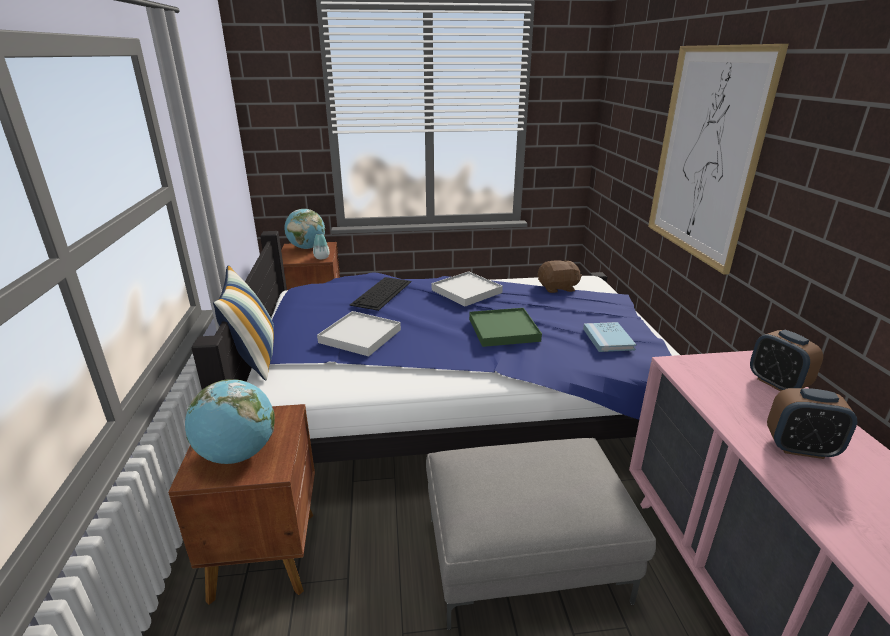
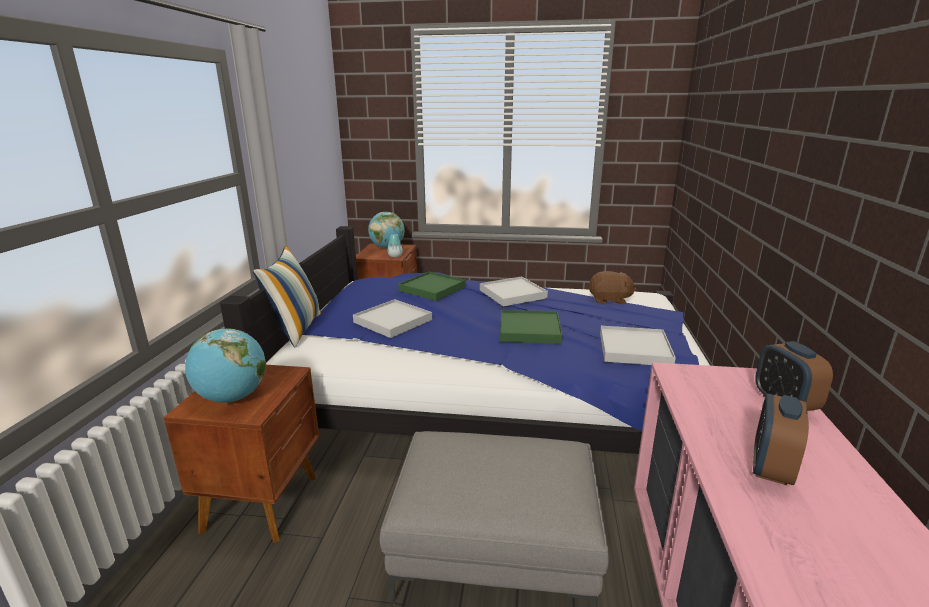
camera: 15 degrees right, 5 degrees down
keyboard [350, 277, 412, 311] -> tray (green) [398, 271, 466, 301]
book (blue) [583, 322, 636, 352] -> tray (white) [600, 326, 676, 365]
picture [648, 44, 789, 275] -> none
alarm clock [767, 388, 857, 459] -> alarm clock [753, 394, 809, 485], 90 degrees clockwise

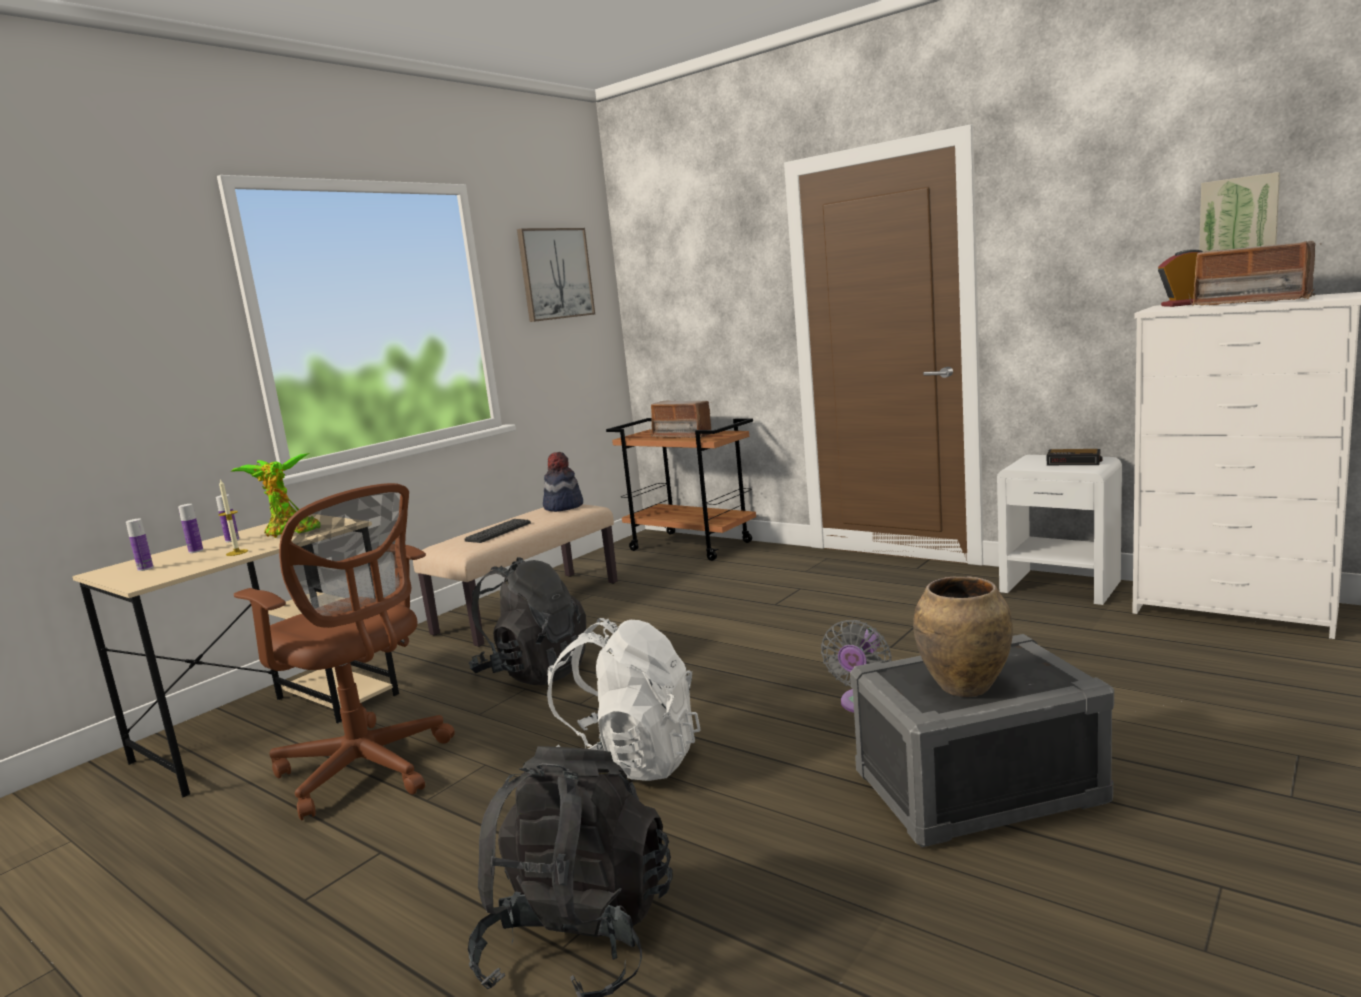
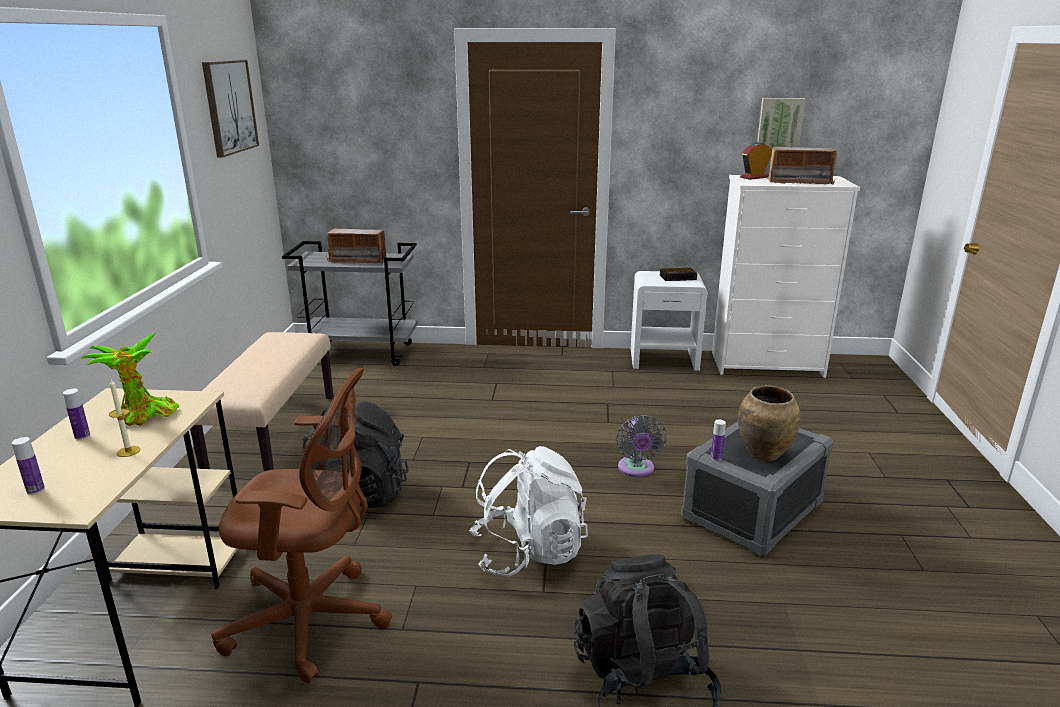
camera: 35 degrees left, 10 degrees up
bottle [178, 504, 203, 553] -> bottle [711, 420, 726, 461], moved
keyboard [465, 519, 531, 543] -> none
hat [543, 452, 583, 512] -> none
cart (brown) [606, 418, 756, 561] -> cart (grey) [282, 241, 418, 366]

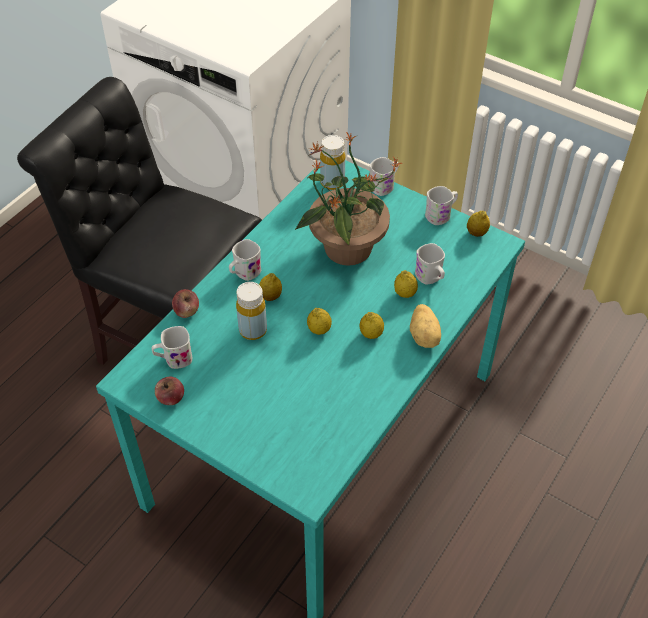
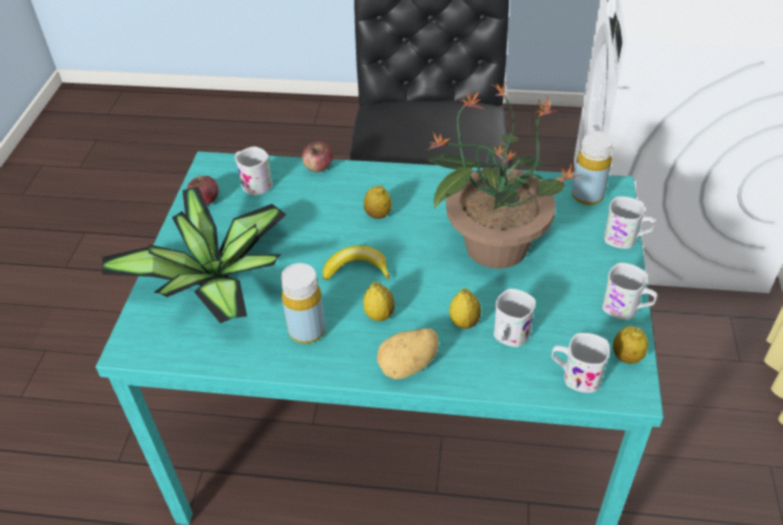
camera: 65 degrees right, 5 degrees down
mug (white) [229, 239, 261, 281] -> mug (white) [552, 333, 610, 393], moved
bottle (yellow) [236, 282, 267, 340] -> bottle (yellow) [281, 263, 326, 344], moved
lemon [307, 308, 332, 335] -> banana [323, 245, 390, 280]
none -> potted plant [102, 187, 287, 324]

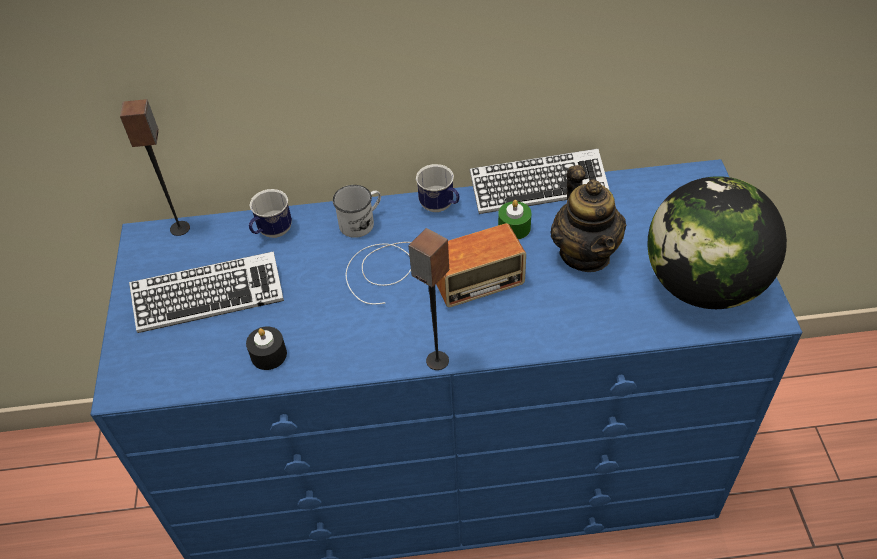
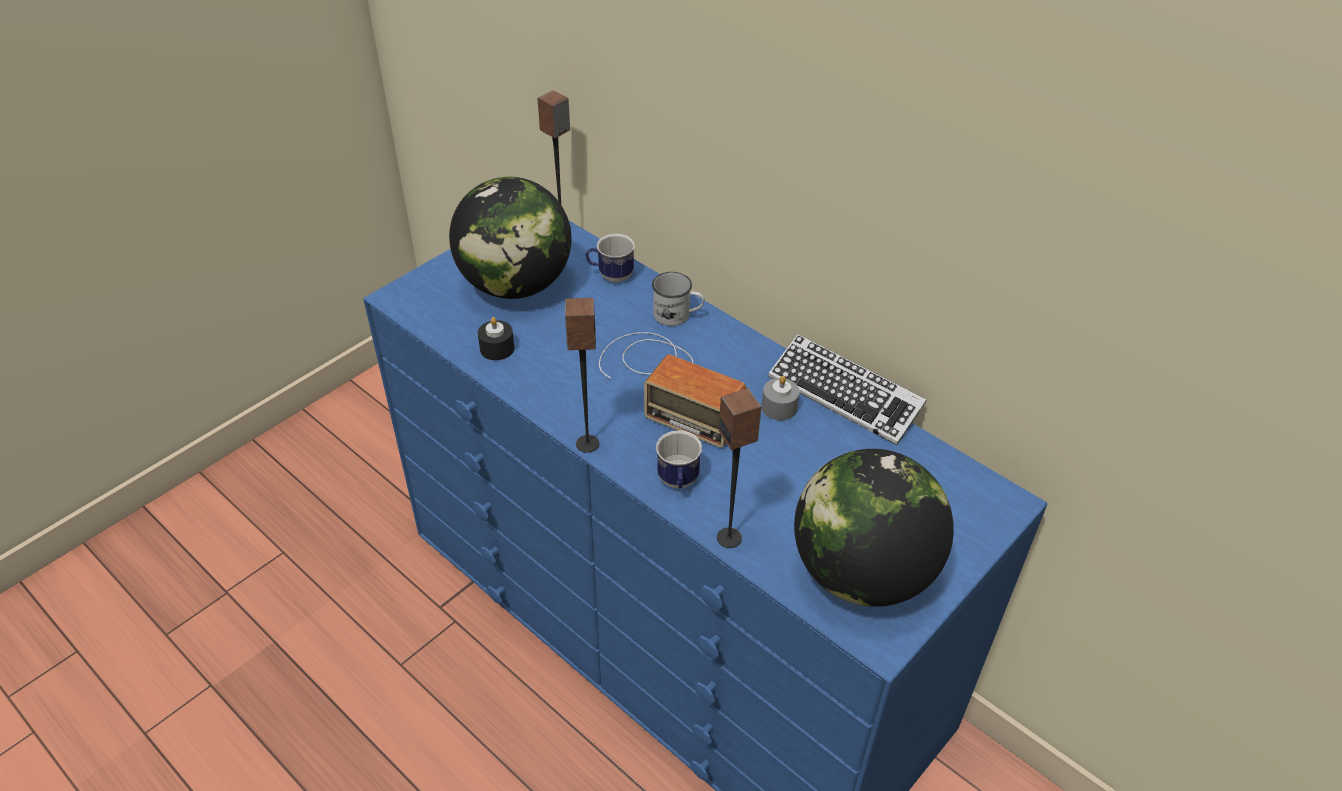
camera: 45 degrees right, 5 degrees down
keyboard [129, 251, 284, 333] -> globe [449, 177, 571, 299]
mug [416, 164, 460, 212] -> mug [656, 430, 702, 488], moved
candle (green) [498, 200, 531, 240] -> candle (grey) [762, 376, 800, 420]
teapot [551, 165, 627, 272] -> none
none -> speaker [717, 388, 762, 548]

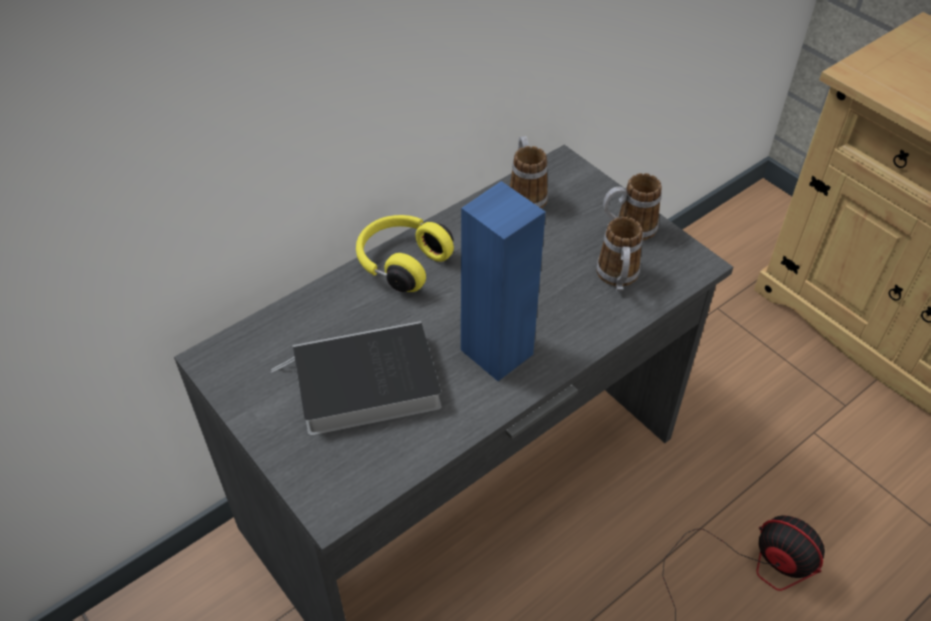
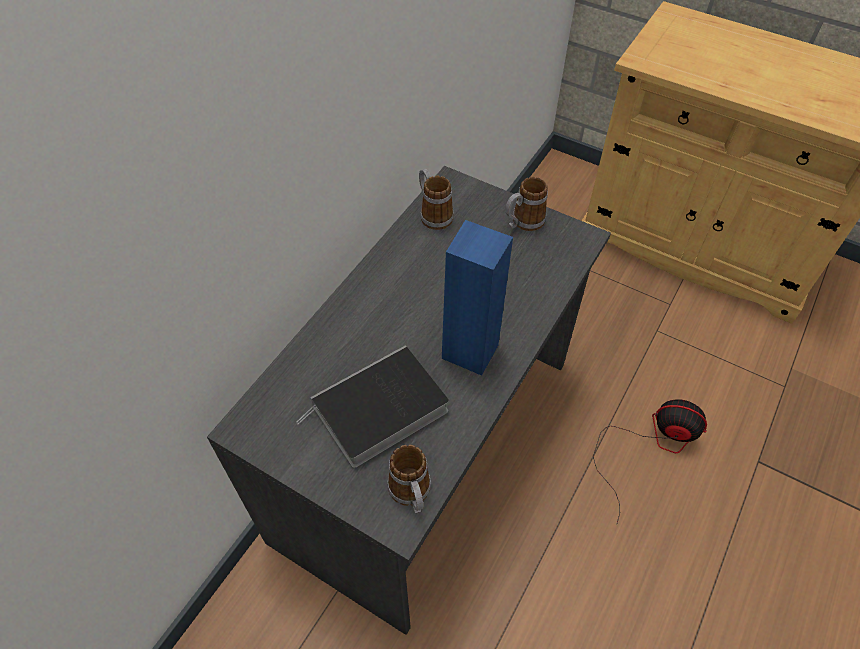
camera: 20 degrees left, 5 degrees up
headphones (yellow) [356, 215, 454, 292] -> none
mug [596, 217, 643, 291] -> mug [387, 445, 431, 514], moved

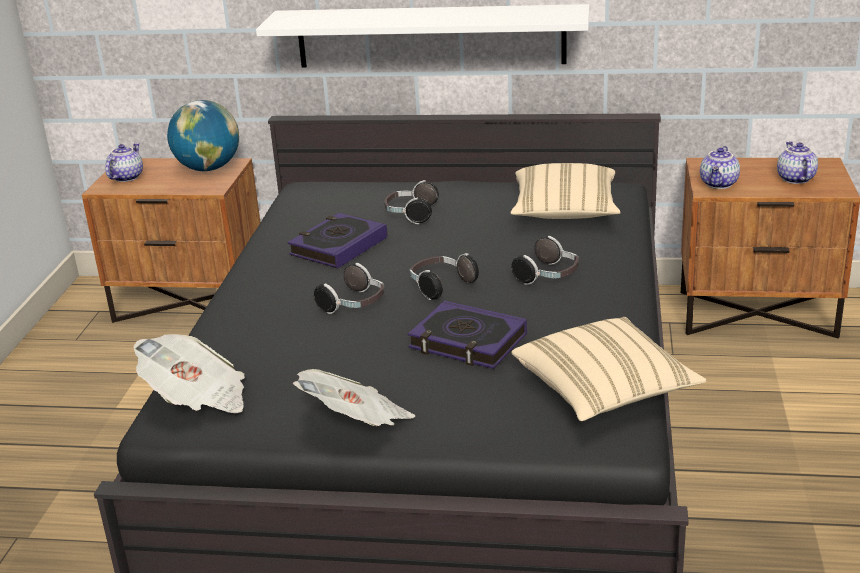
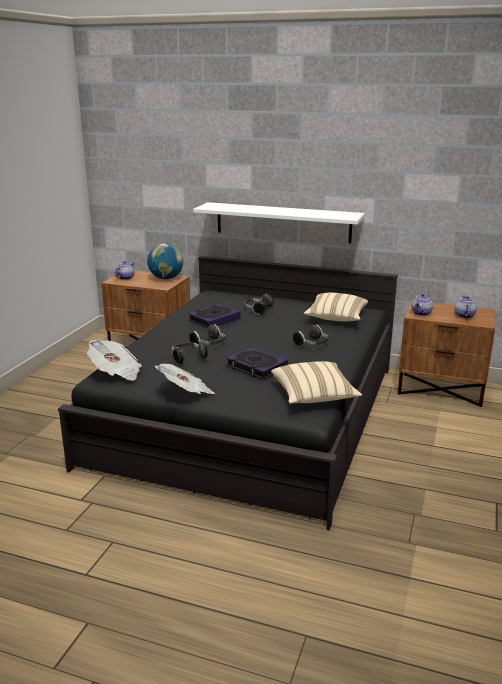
camera: 10 degrees right, 5 degrees down
headphones [410, 253, 479, 300] -> headphones [172, 342, 208, 364], moved

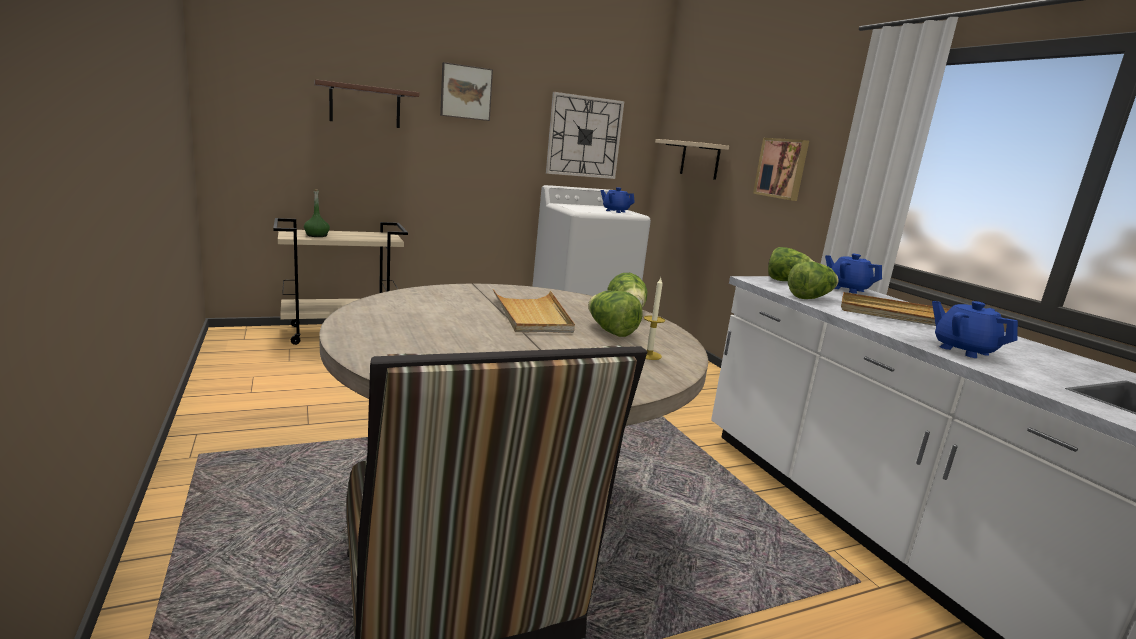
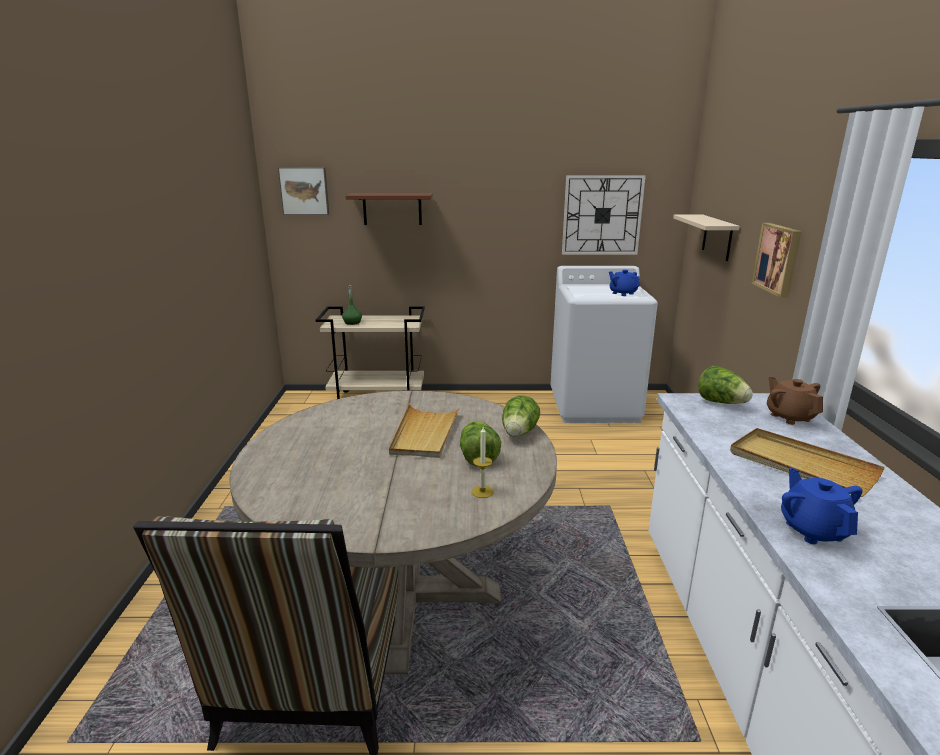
camera: 25 degrees right, 5 degrees up
picture [440, 62, 493, 121] -> picture [278, 167, 329, 215], moved
lettuce [788, 261, 839, 299] -> none
teapot (blue) [825, 254, 882, 294] -> teapot (brown) [767, 376, 823, 425]

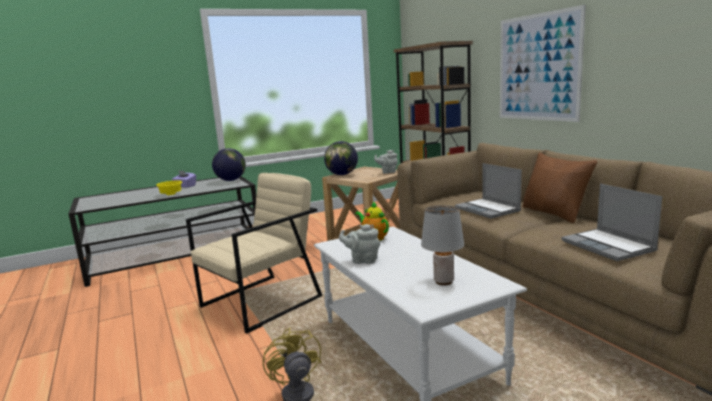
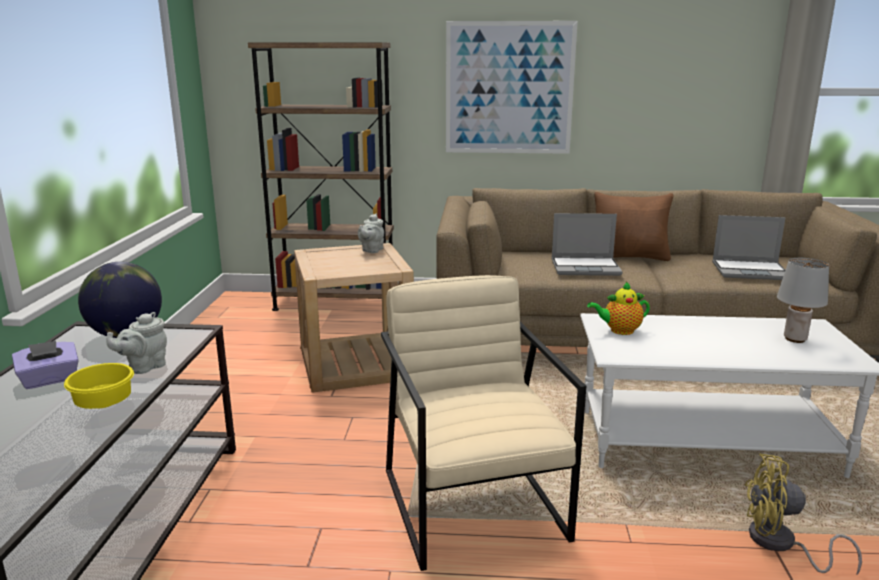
camera: 60 degrees left, 5 degrees up
globe [324, 141, 358, 175] -> none
teapot (grey) [339, 224, 380, 264] -> teapot (grey) [107, 312, 167, 374], moved

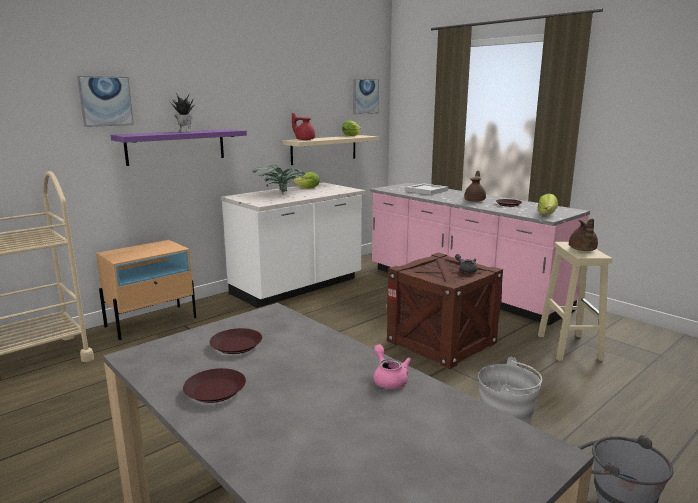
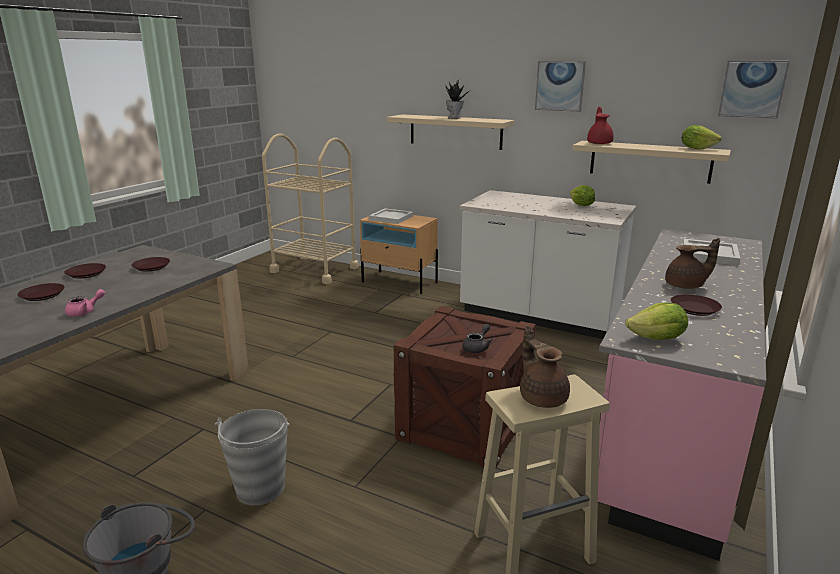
camera: 70 degrees right, 5 degrees up
picture [77, 76, 134, 127] -> picture [535, 61, 586, 112], moved
shelf (purple) [111, 129, 247, 166] -> shelf (beige) [387, 114, 514, 150]
potted plant [253, 165, 306, 193] -> none
teapot (brown) [569, 219, 598, 251] -> teapot (brown) [520, 325, 570, 408], 75 degrees clockwise
none -> plate (brown) [18, 283, 64, 301]
none -> tray (white) [369, 208, 413, 224]

